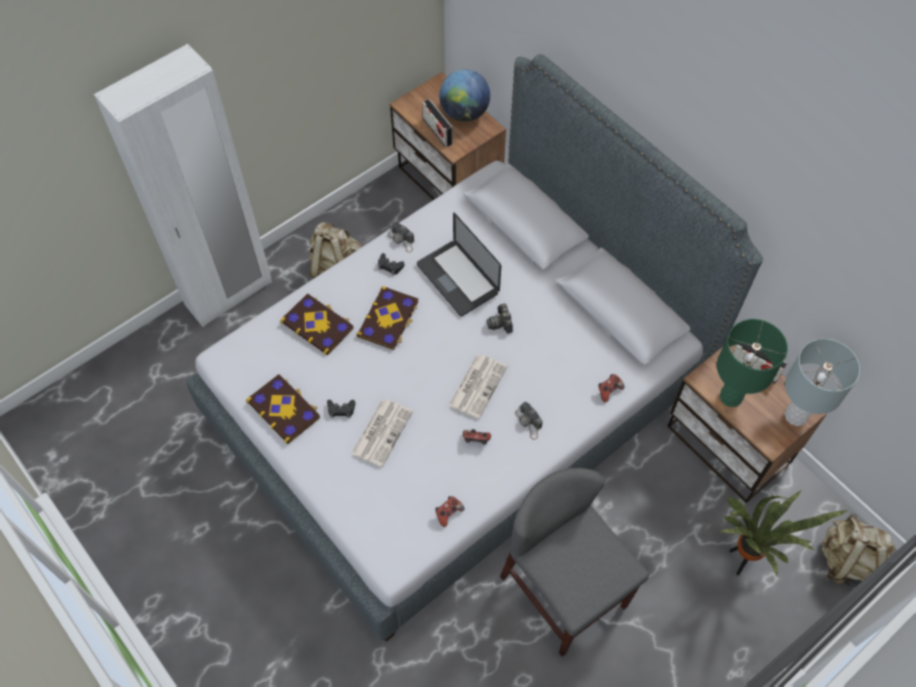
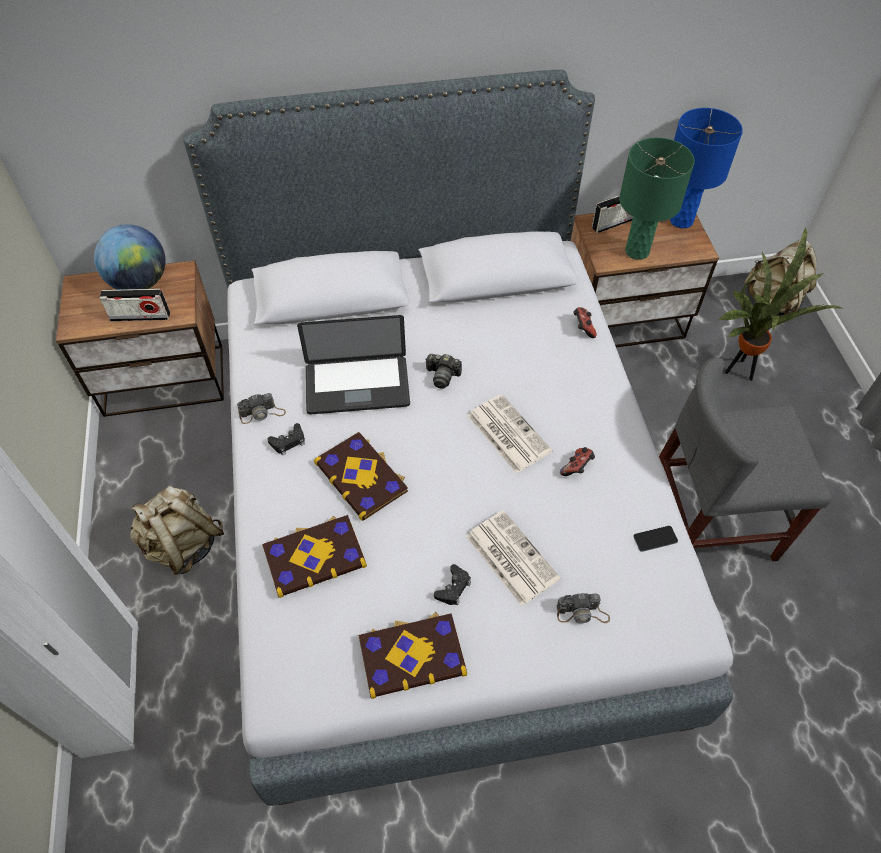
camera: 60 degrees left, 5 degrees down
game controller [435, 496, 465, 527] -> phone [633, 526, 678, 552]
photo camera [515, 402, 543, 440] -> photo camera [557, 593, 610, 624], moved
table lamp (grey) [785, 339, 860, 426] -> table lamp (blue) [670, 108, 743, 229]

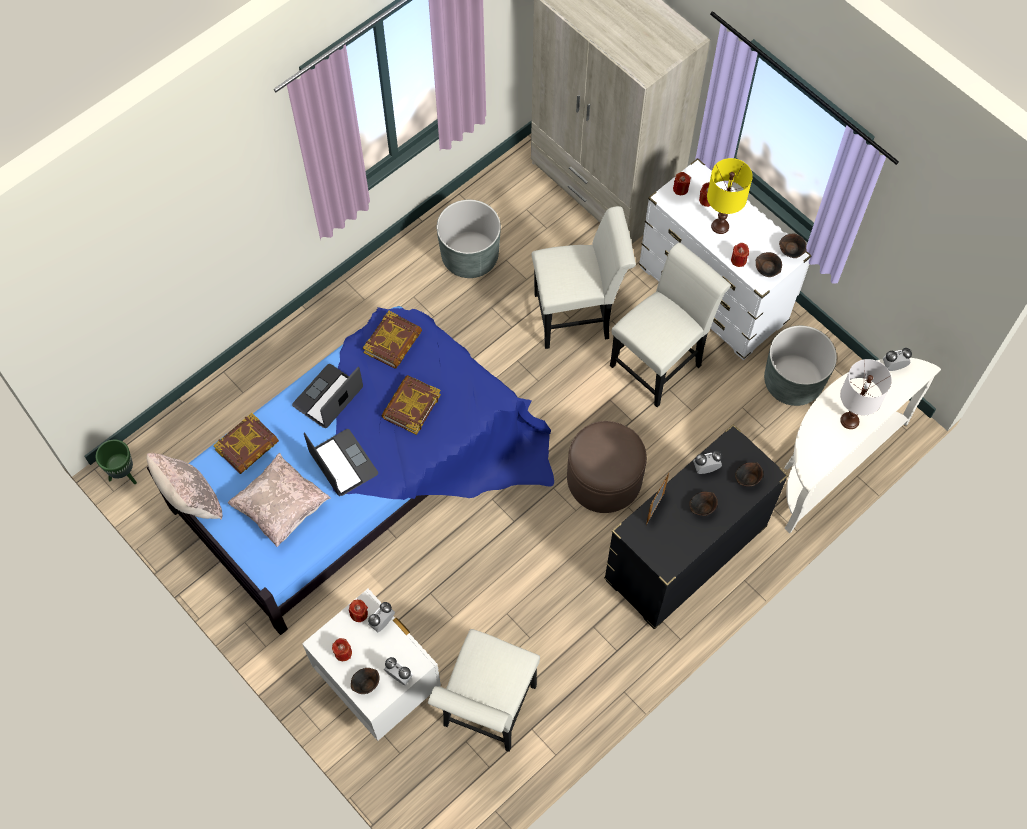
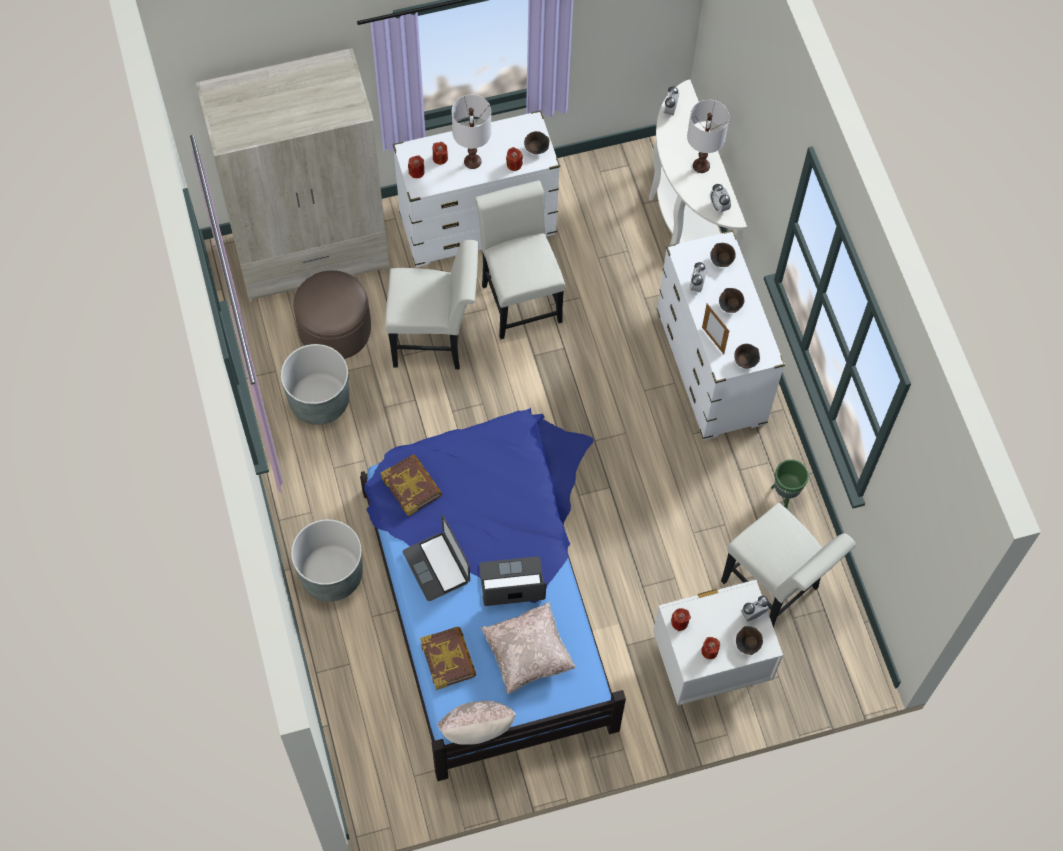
camera: 65 degrees left, 0 degrees up
planter (green) [96, 440, 137, 484] -> planter (green) [771, 459, 809, 509], moved
alarm clock [368, 602, 395, 632] -> alarm clock [710, 183, 731, 214], moved
book [381, 375, 441, 435] -> none
chair (white) [532, 206, 636, 349] -> chair (white) [385, 240, 478, 369], 75 degrees clockwise
ottoman (brown) [567, 421, 647, 513] -> ottoman (brown) [293, 270, 371, 359], moved
dresser (black) [604, 424, 789, 629] -> dresser (white) [657, 230, 785, 440]
table lamp (yellow) [707, 158, 753, 234] -> table lamp (white) [452, 95, 491, 169]
planter (grey) [764, 326, 837, 406] -> planter (grey) [291, 519, 363, 602], moved
bowl (brown) [779, 233, 806, 258] -> bowl (brown) [734, 344, 760, 369], moved

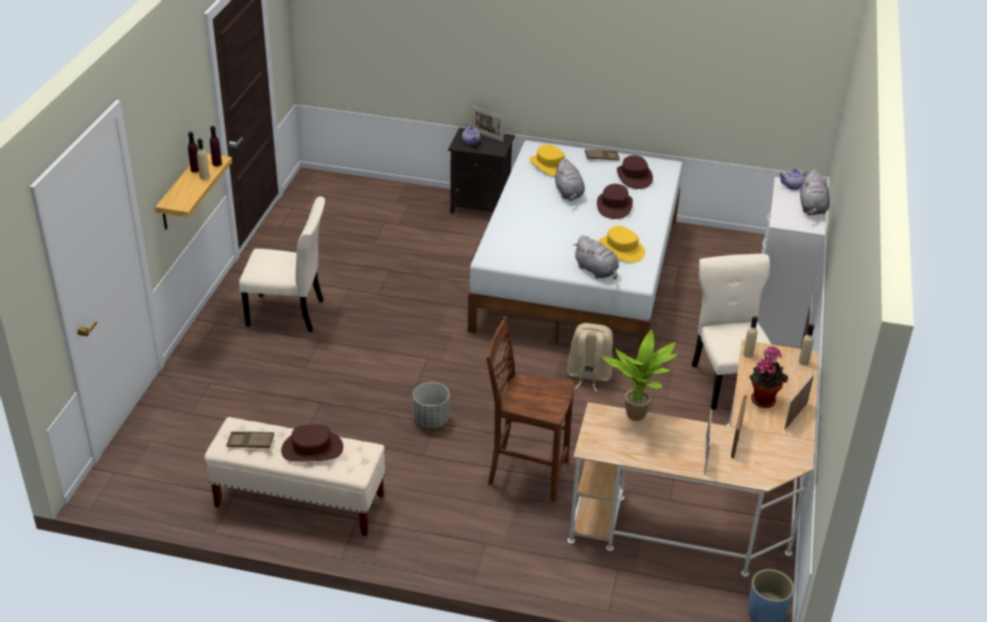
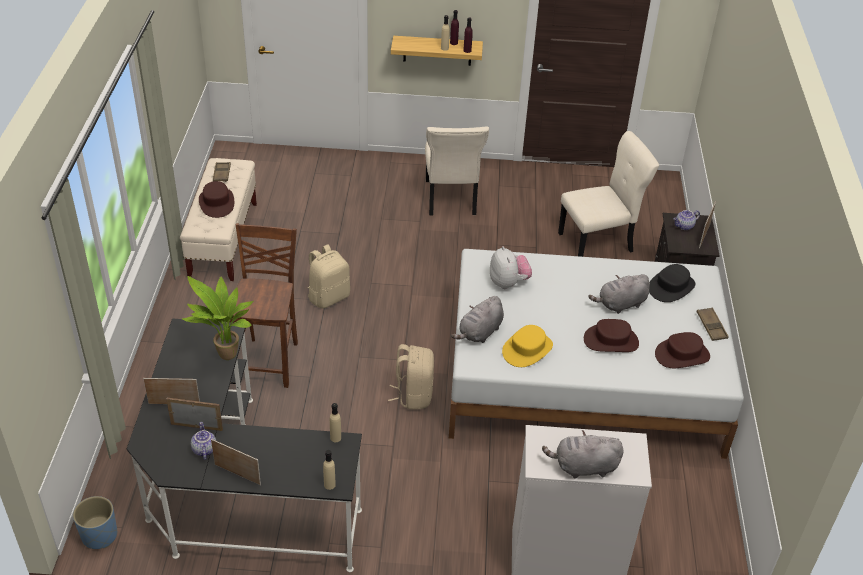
camera: 80 degrees right, 5 degrees up
planter (grey) [413, 382, 450, 428] -> backpack (beige) [307, 244, 350, 309]
hat (yellow) [529, 144, 565, 177] -> hat (black) [649, 264, 695, 302]
desk (beige) [567, 340, 819, 577] -> desk (black) [127, 319, 362, 572]
chair (beige) [692, 254, 771, 410] -> chair (beige) [558, 131, 659, 257], moved
potted plant [749, 346, 788, 408] -> none
teapot [778, 168, 810, 190] -> teapot [191, 422, 216, 460], moved
none -> plush toy [490, 246, 532, 289]

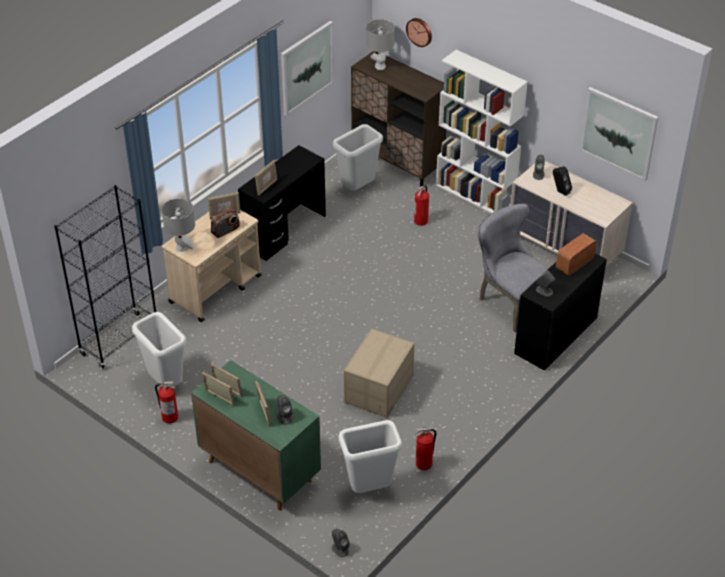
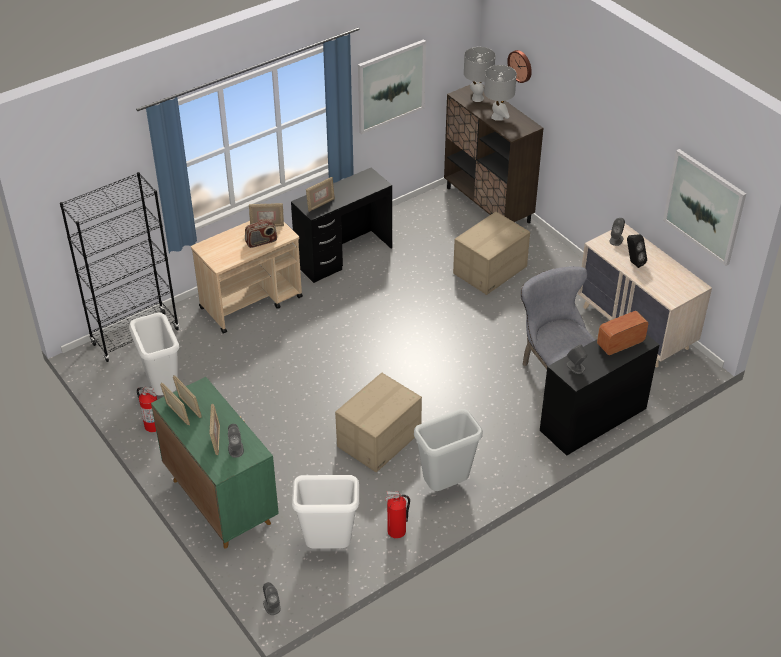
camera: 15 degrees right, 0 degrees up
table lamp (grey) [162, 198, 195, 252] -> table lamp (grey) [484, 65, 517, 121], moved
trash can (grey) [333, 124, 383, 191] -> trash can (grey) [414, 409, 483, 491], moved
fire extinguisher [414, 185, 429, 226] -> cardboard box [453, 212, 530, 295]
bookcase (white) [436, 50, 528, 214] -> none

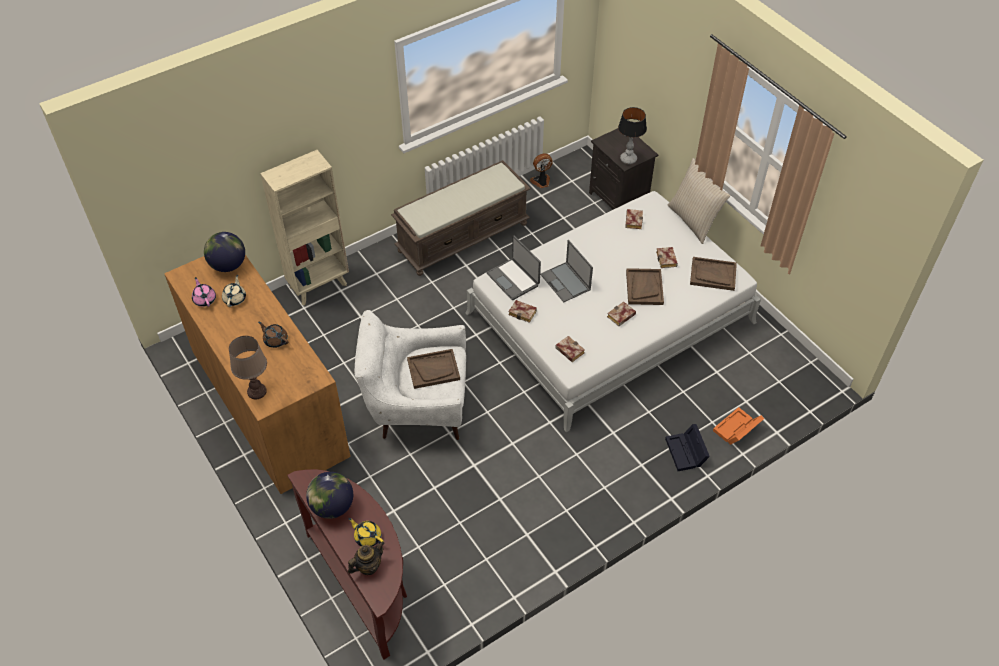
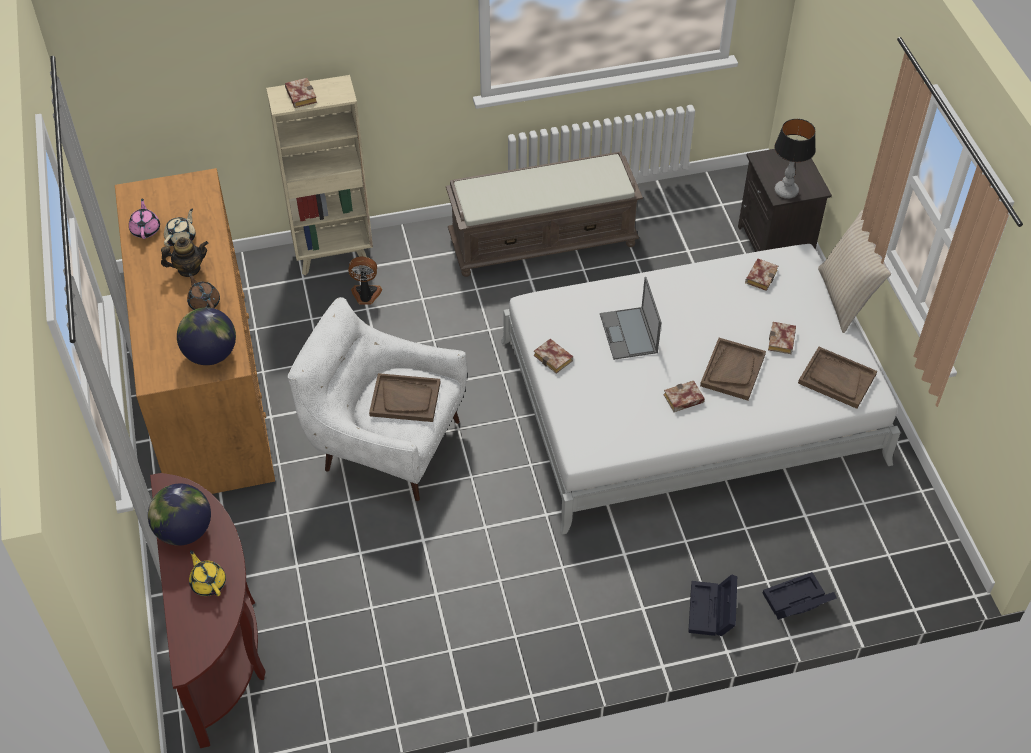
camera: 20 degrees right, 0 degrees up
globe [204, 232, 245, 272] -> globe [177, 307, 236, 365], moved
table lamp (brown) [229, 336, 267, 399] -> none
teapot [348, 541, 385, 575] -> teapot [161, 237, 208, 277], moved
laptop [486, 236, 541, 300] -> none
fan [530, 153, 553, 188] -> fan [348, 257, 382, 305], moved
book [556, 336, 585, 362] -> book [285, 78, 317, 108], moved
storage box (orange) [713, 407, 764, 445] -> storage box (black) [763, 572, 837, 620]

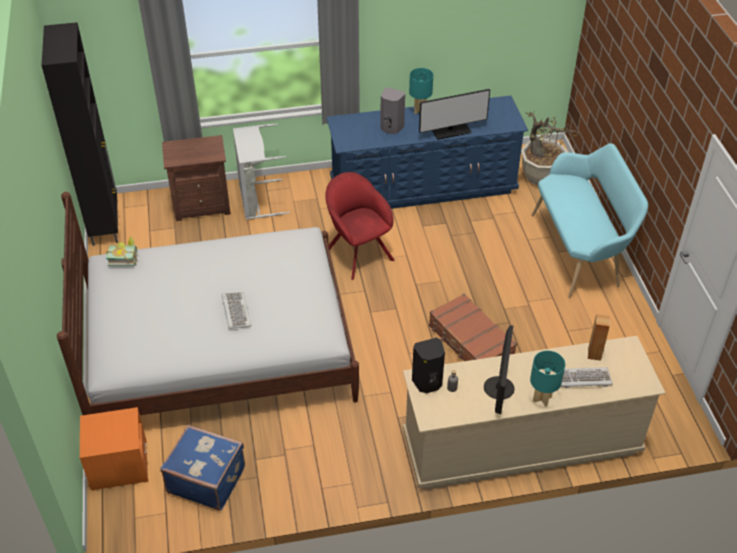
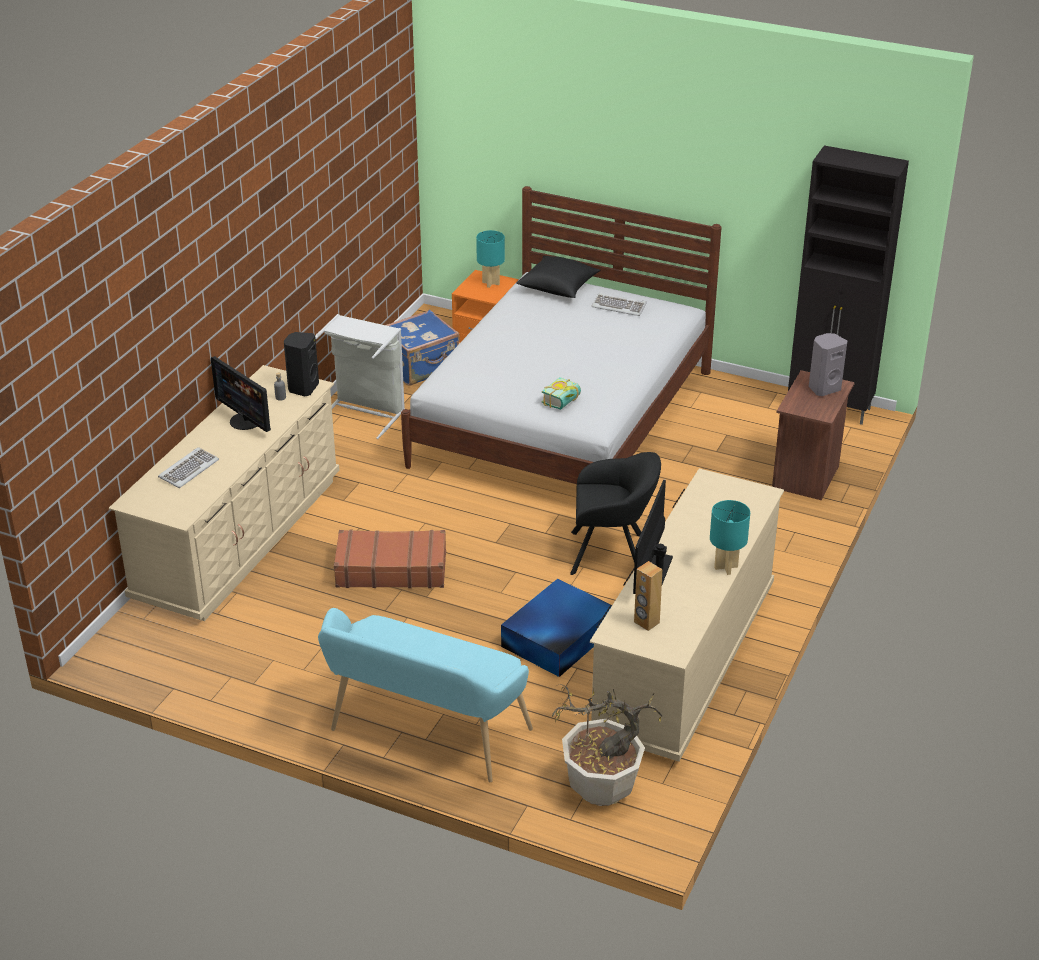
camera: 125 degrees right, 10 degrees down
book [106, 236, 137, 266] -> book [542, 377, 581, 410], moved
keyboard [222, 292, 251, 329] -> keyboard [591, 293, 647, 316], moved
laundry basket (grey) [233, 123, 290, 220] -> laundry basket (grey) [315, 314, 405, 439], moved
armchair (red) [325, 172, 395, 280] -> armchair (black) [570, 452, 661, 575]
dresser (blue) [326, 96, 528, 209] -> dresser (beige) [590, 468, 784, 761]
speaker (grey) [380, 87, 405, 134] -> speaker (grey) [809, 333, 847, 396], moved
table lamp (turquoise) [530, 351, 565, 407] -> table lamp (turquoise) [476, 230, 505, 288], moved
speaker (brown) [588, 314, 610, 361] -> speaker (brown) [634, 561, 663, 631], moved
none -> storage box (blue) [501, 579, 612, 677]
none -> pillow (black) [516, 256, 601, 298]

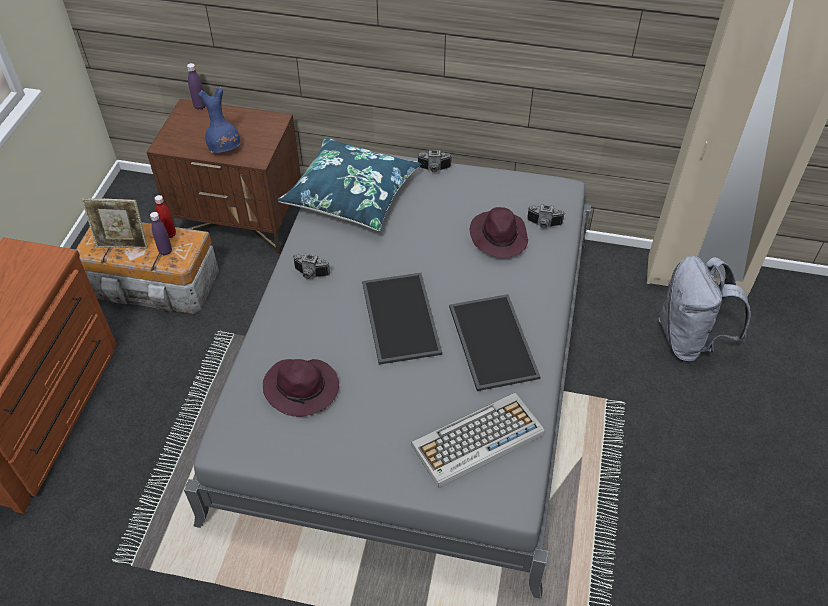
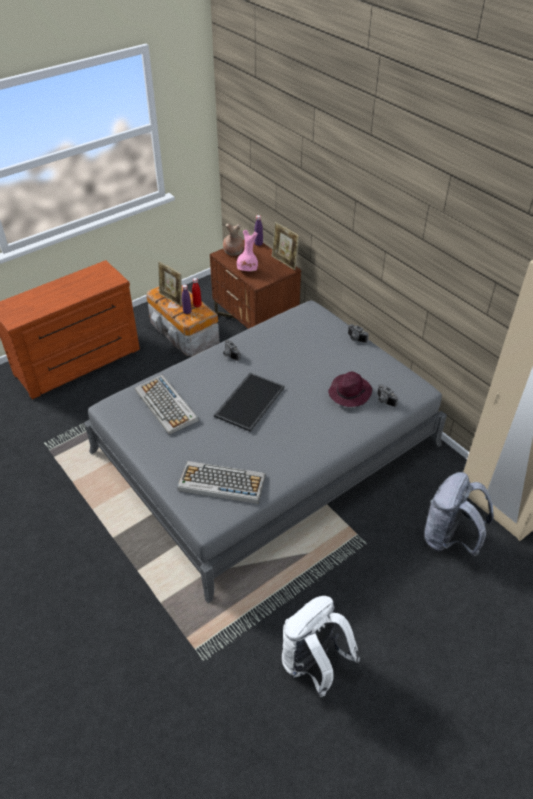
camera: 40 degrees right, 5 degrees down
vase (blue) [198, 87, 240, 153] -> vase (pink) [237, 230, 258, 271]
hat (purple) [263, 359, 339, 417] -> keyboard [135, 375, 199, 435]
pillow (blue) [278, 138, 421, 231] -> none
tray [449, 294, 540, 391] -> none
none -> vase (brown) [223, 223, 244, 256]
none -> picture frame [272, 222, 299, 270]
none -> backpack (white) [282, 596, 360, 697]

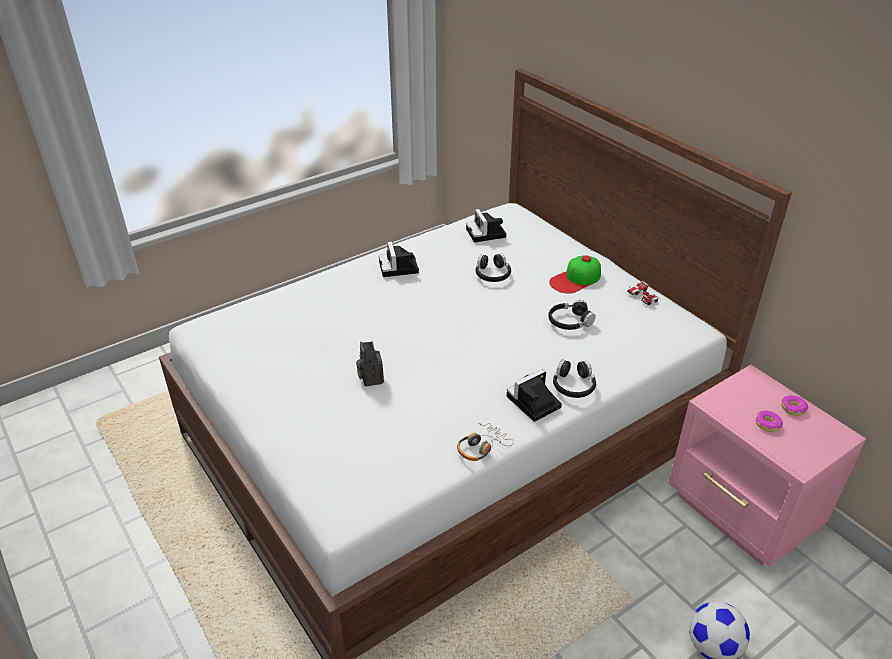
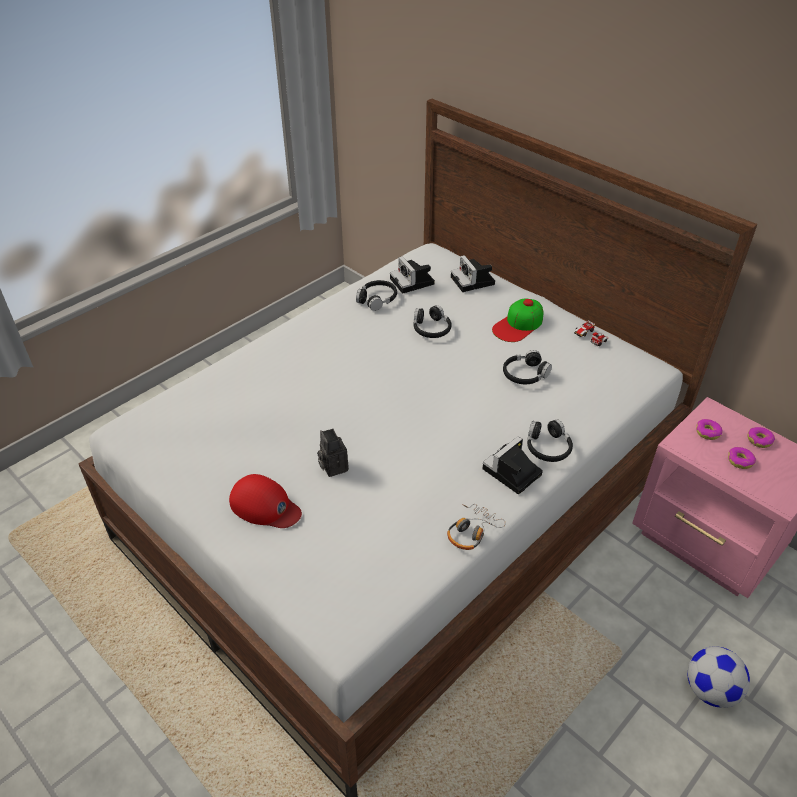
camera: 10 degrees left, 5 degrees up
photo camera [379, 241, 419, 277] -> photo camera [451, 255, 495, 292], moved
none -> cap (red) [229, 474, 302, 528]
none -> headphones (black) [356, 280, 397, 311]
none -> donut [696, 419, 723, 440]

